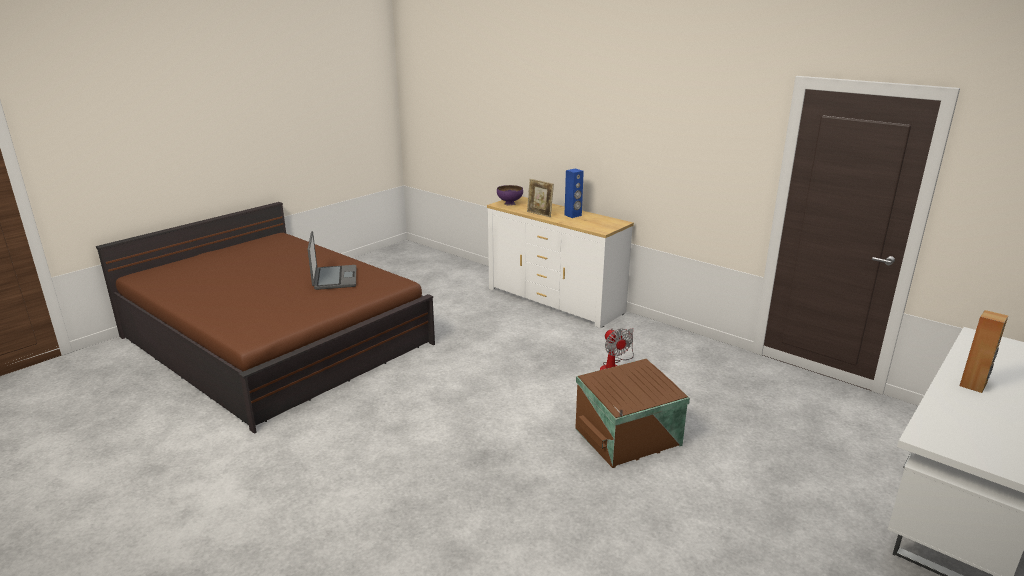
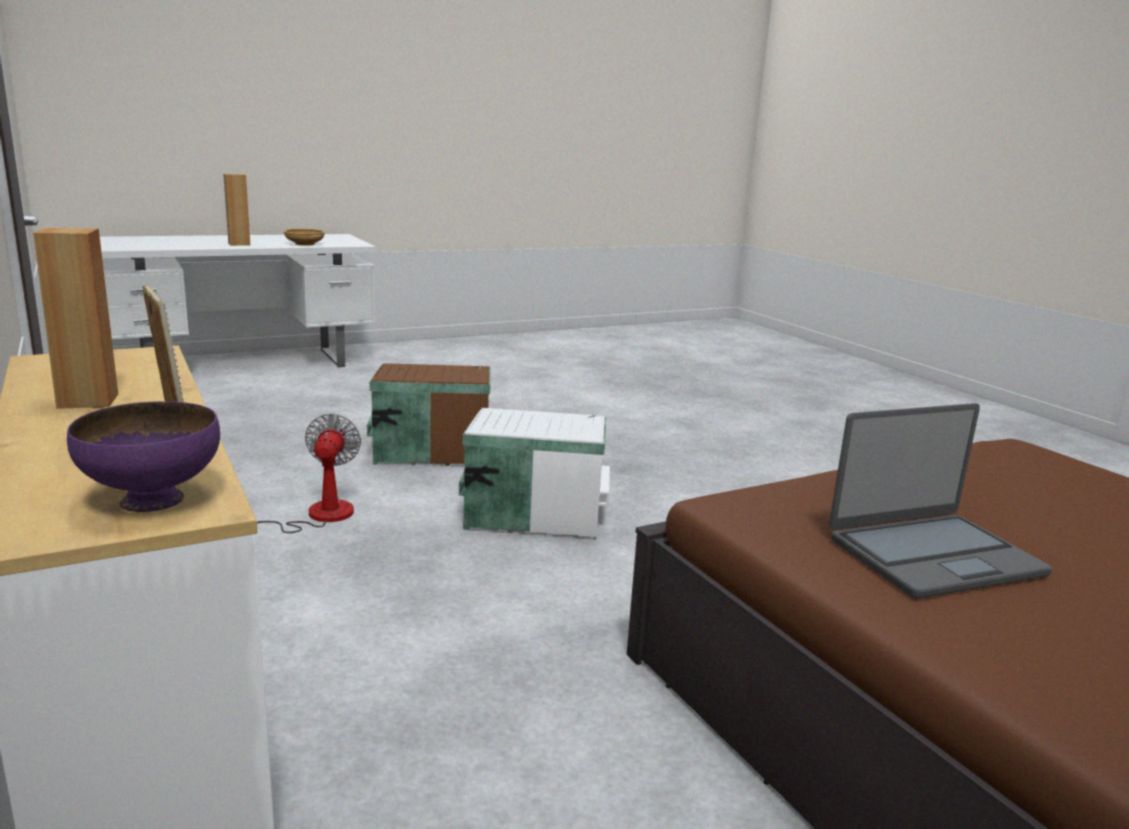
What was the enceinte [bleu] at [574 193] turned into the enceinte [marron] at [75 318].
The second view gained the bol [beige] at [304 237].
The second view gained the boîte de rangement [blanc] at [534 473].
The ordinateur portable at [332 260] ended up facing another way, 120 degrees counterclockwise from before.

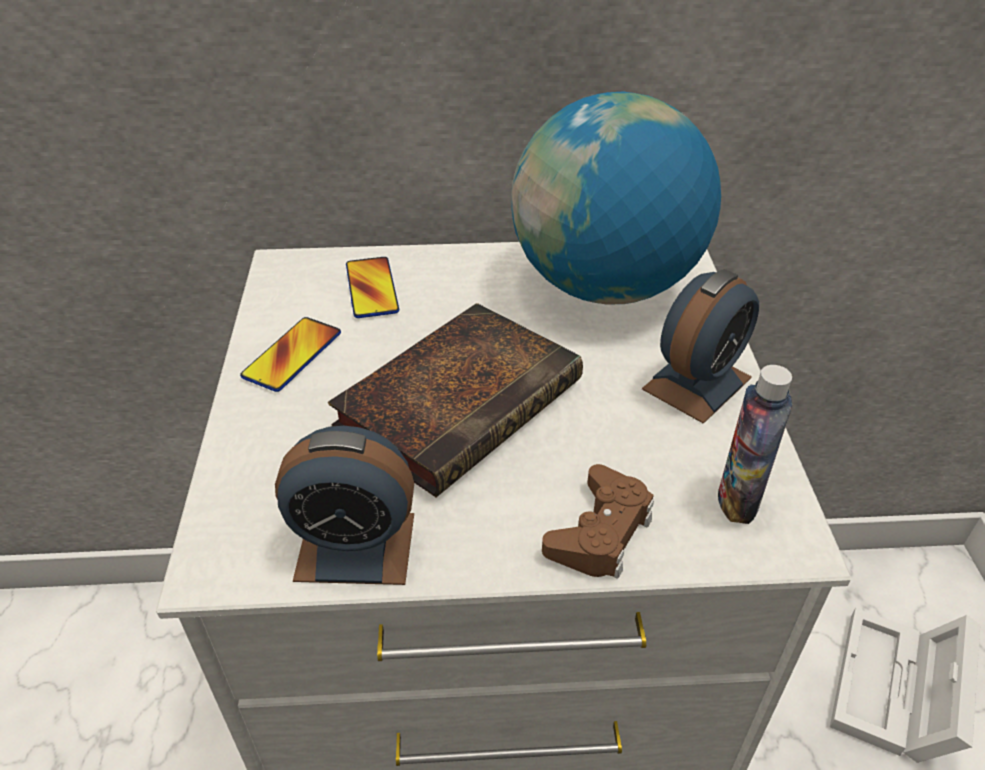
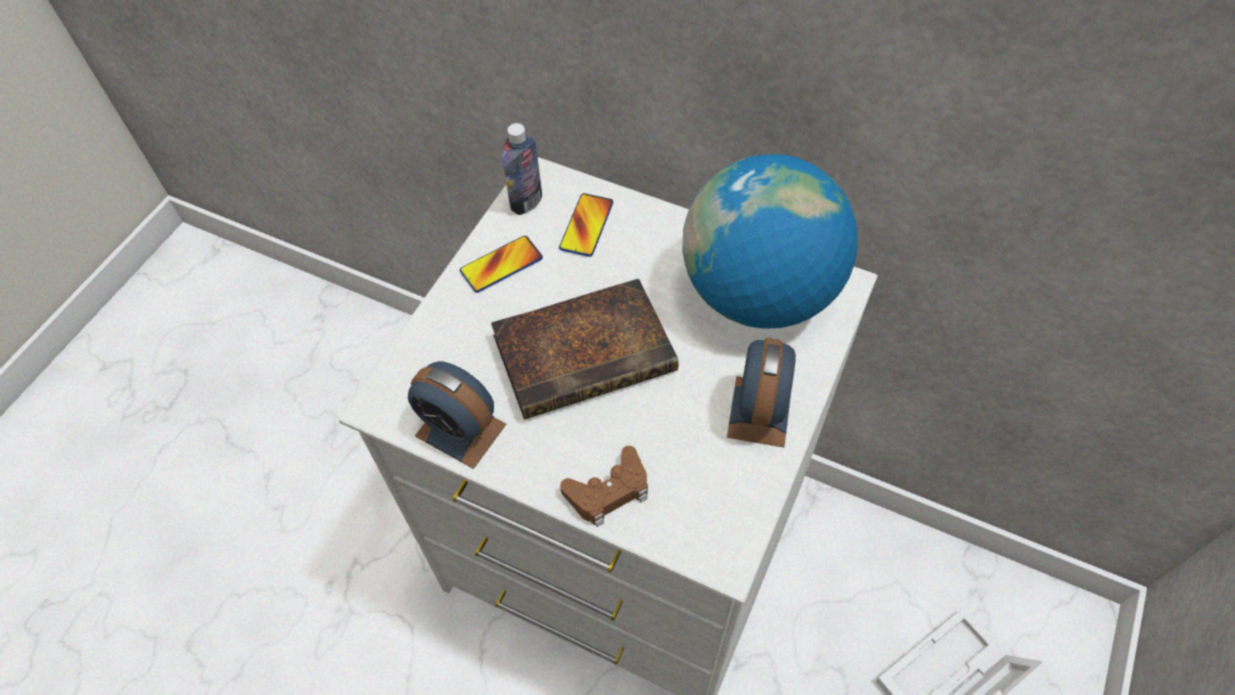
The bouteille ended up elsewhere, having gone from [755 444] to [522 169].
The réveil at [700 346] ended up facing another way, 60 degrees counterclockwise from before.

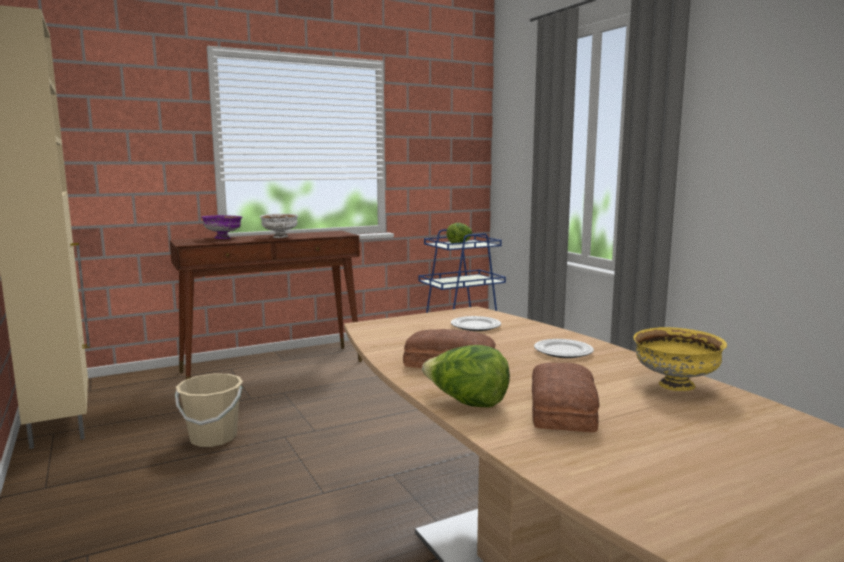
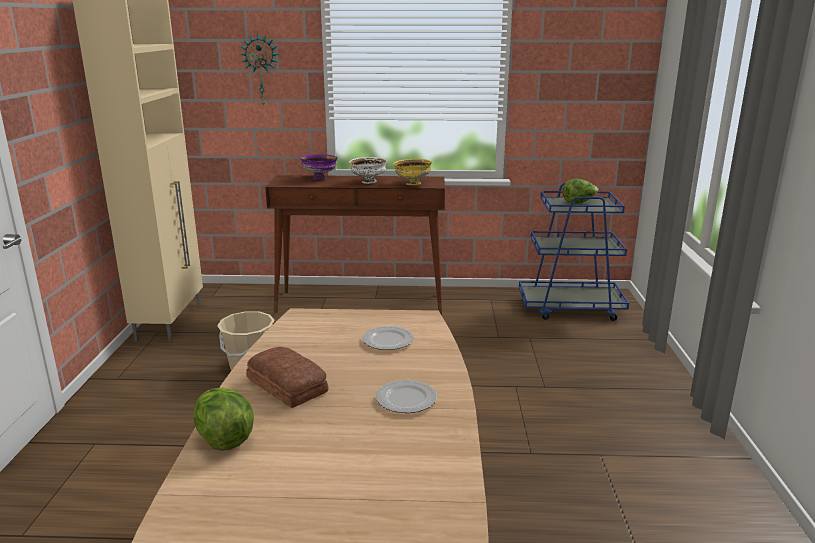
The second view gained the horloge murale at [259 70].
The bol [jaune] ended up elsewhere, having gone from [680 359] to [412 172].
The second view lost the pain at [566 397].

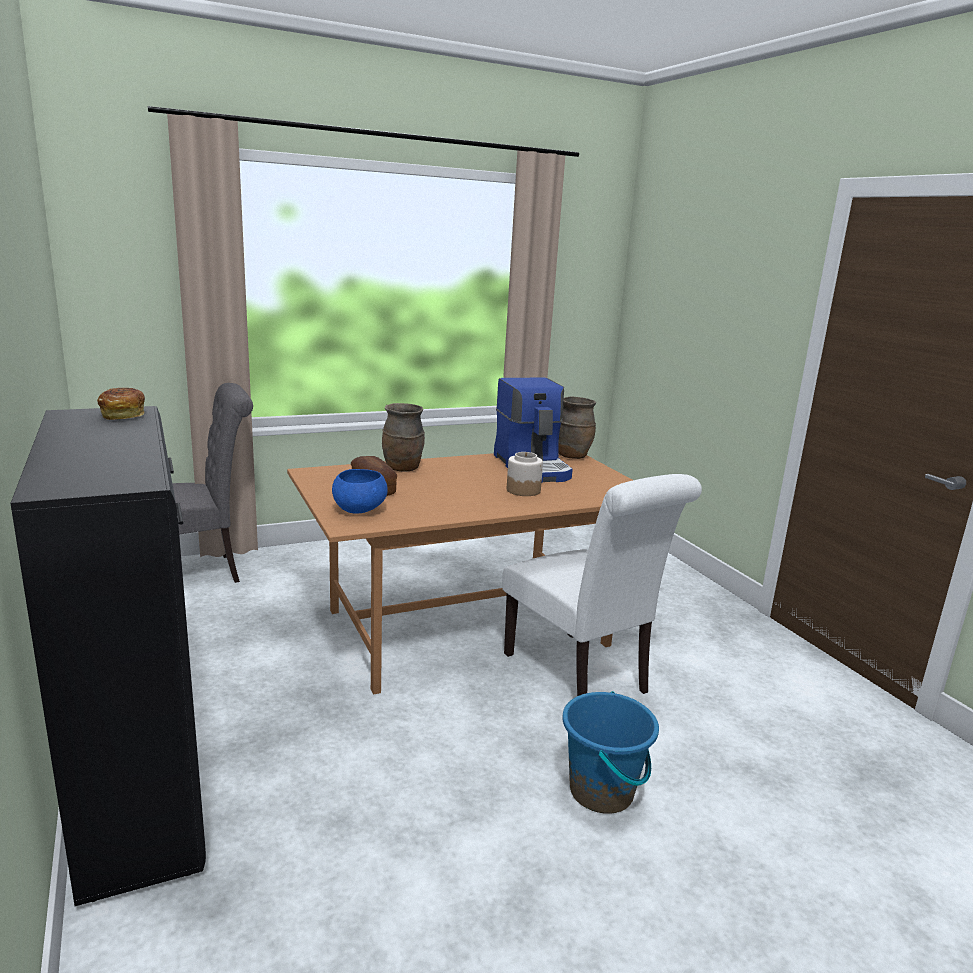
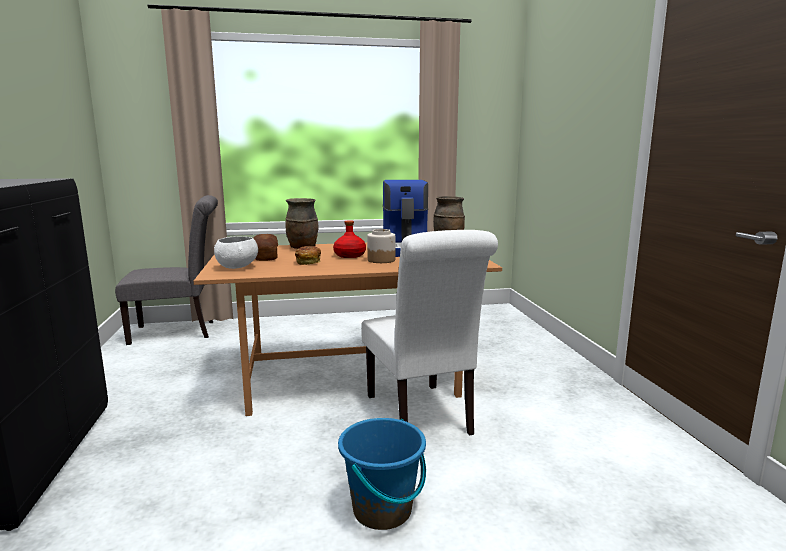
What was the bol [bleu] at [360 491] turned into the bol [blanc] at [236 252].
The pain ended up elsewhere, having gone from [121 404] to [308 255].
The second view gained the bouteille [rouge] at [349 239].

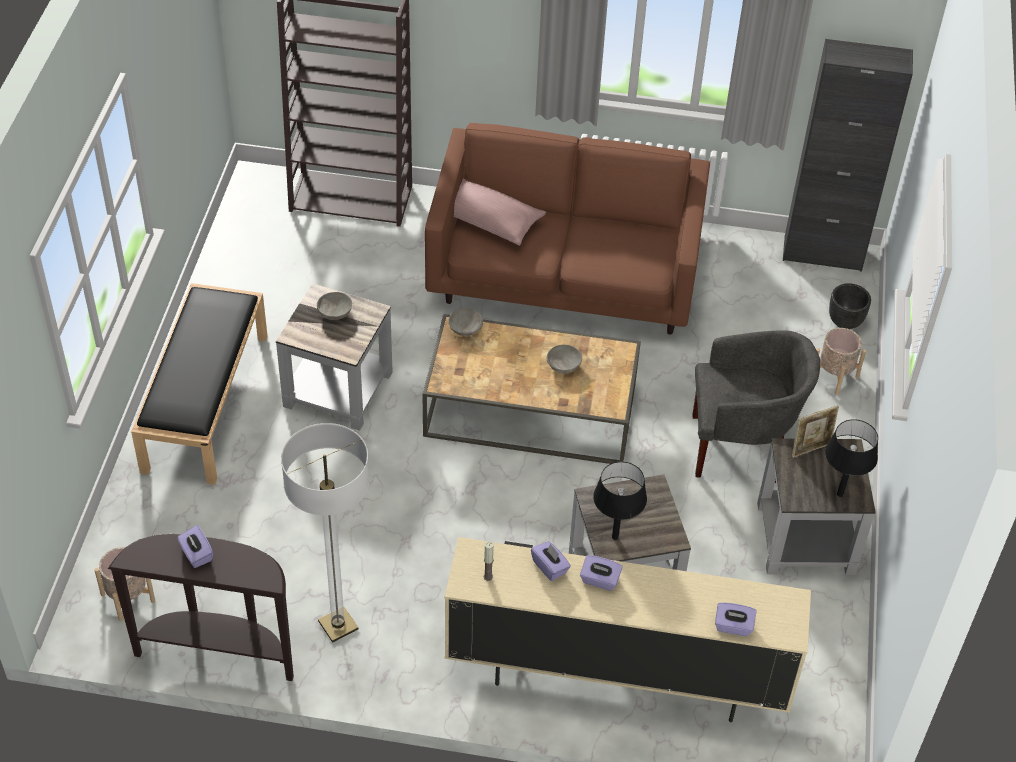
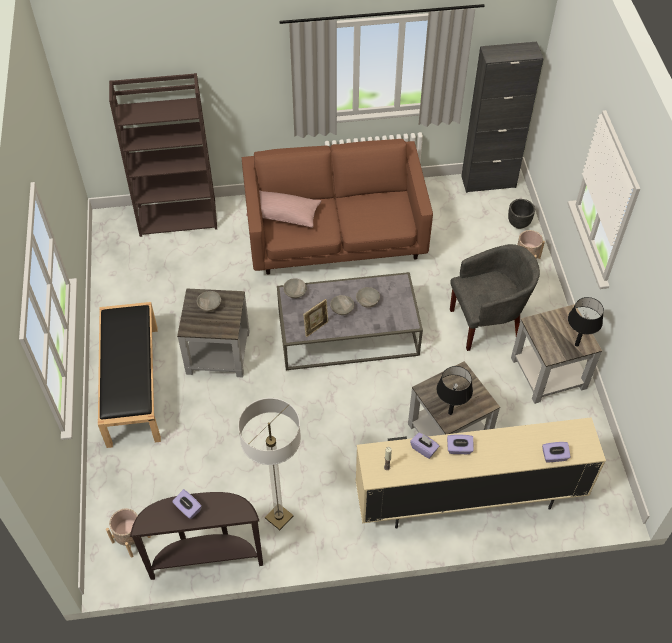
What was the table basse [marron] at [531 389] turned into the table basse [gris] at [350 321].
The cadre photo ended up elsewhere, having gone from [815 431] to [315 318].
The second view gained the bol [gris] at [342 305].

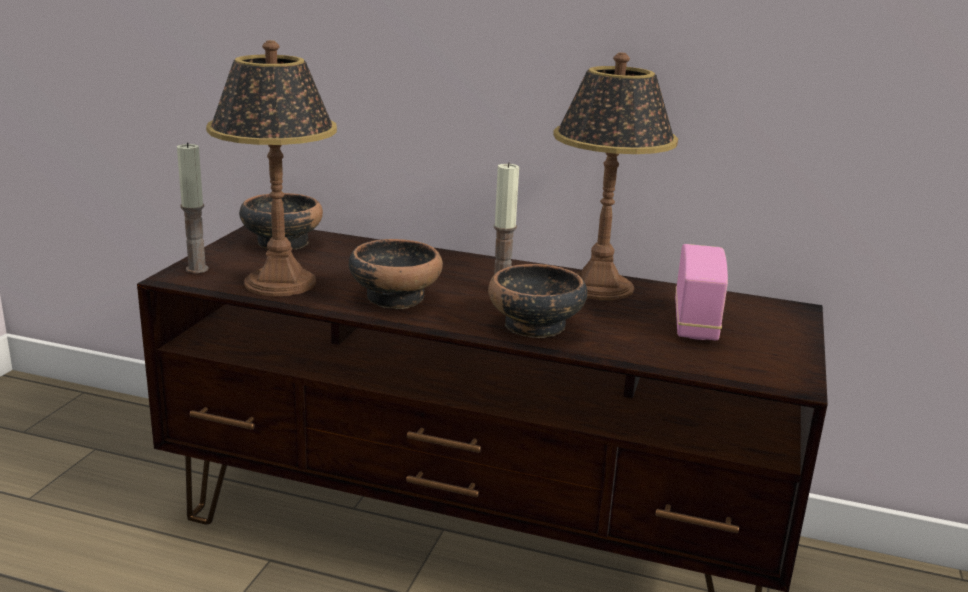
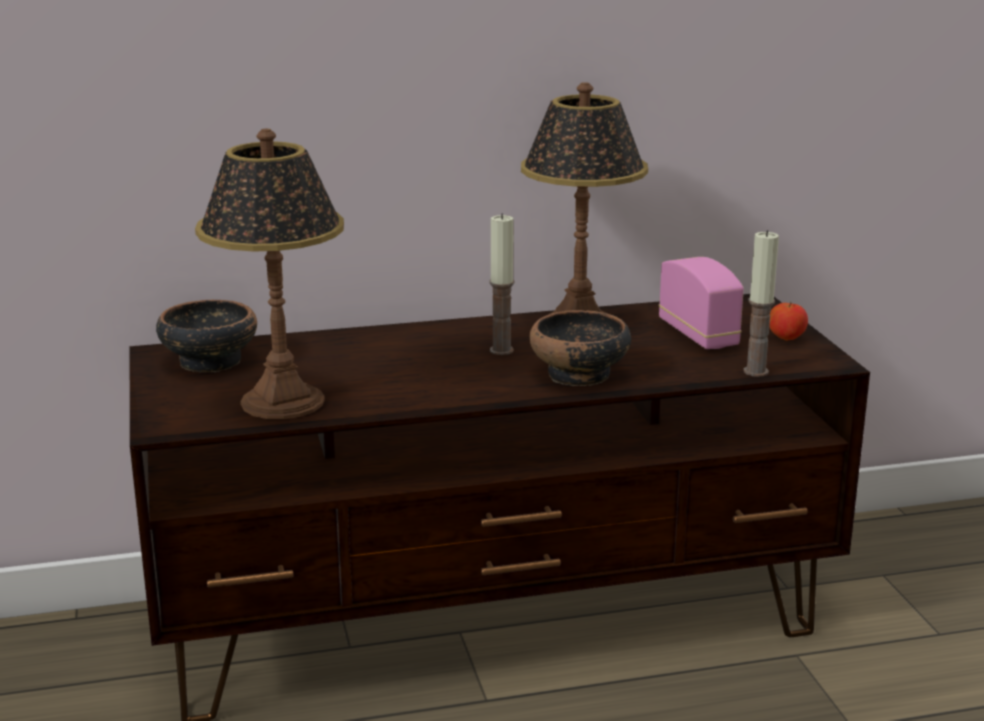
The bougie ended up elsewhere, having gone from [193 207] to [761 303].
The second view gained the pomme at [788 321].
The second view lost the bol at [396 274].

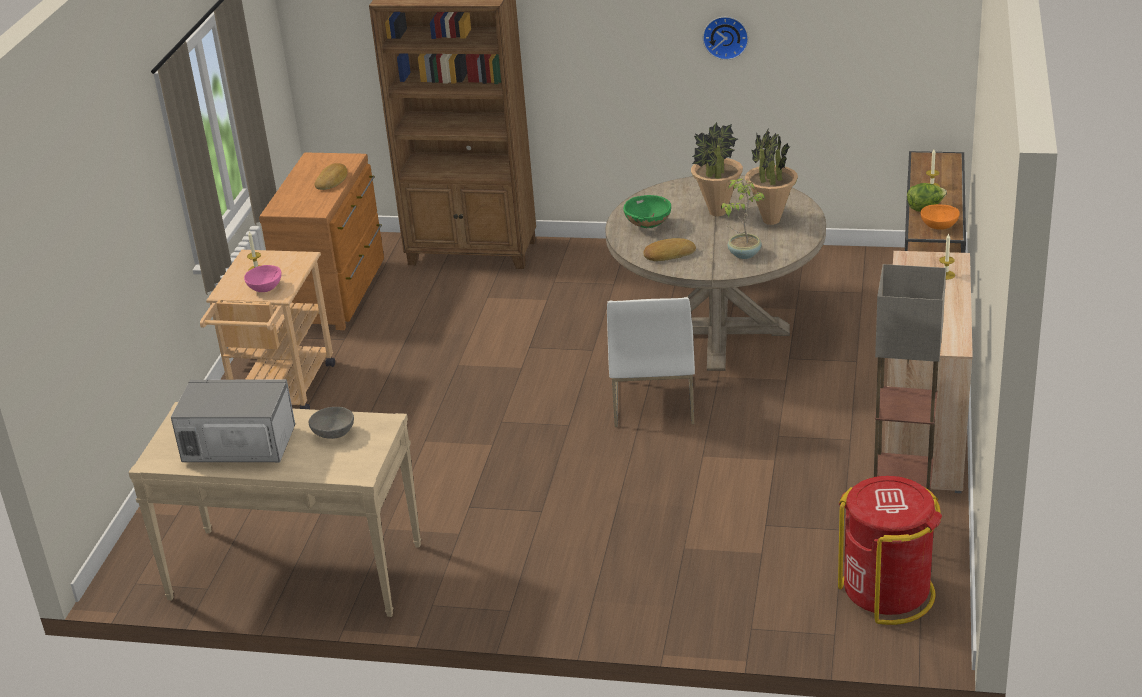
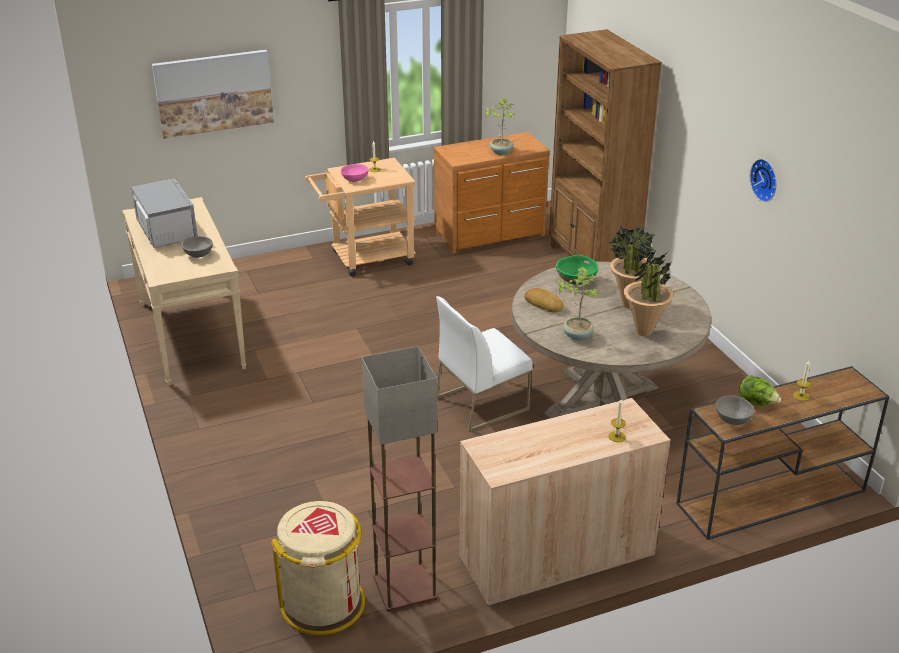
The second view gained the tableau at [213 94].
What was the poubelle [rouge] at [890 550] turned into the poubelle [beige] at [318 568].
Where the pain stood at [331 176], the plante en pot came to stand at [499 126].
What was the bol [orange] at [940 217] turned into the bol [gris] at [735 410].

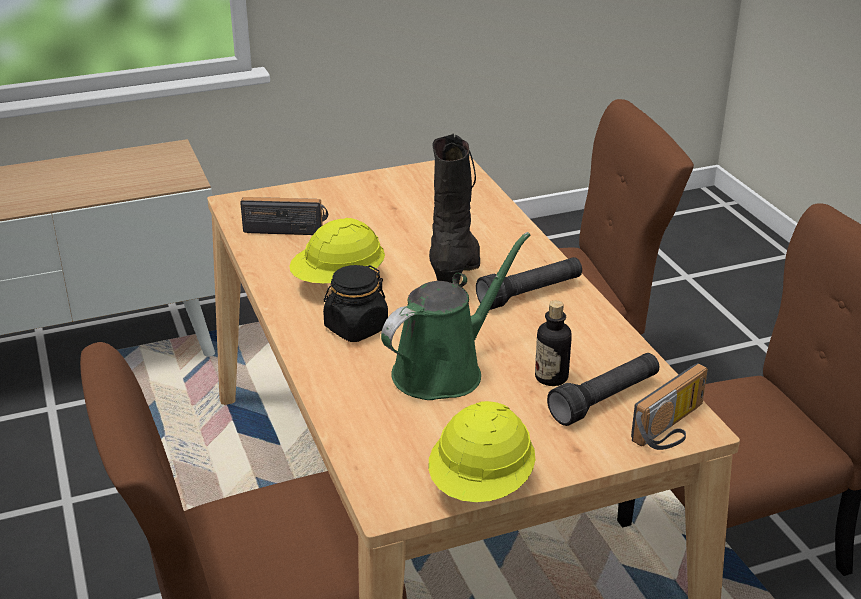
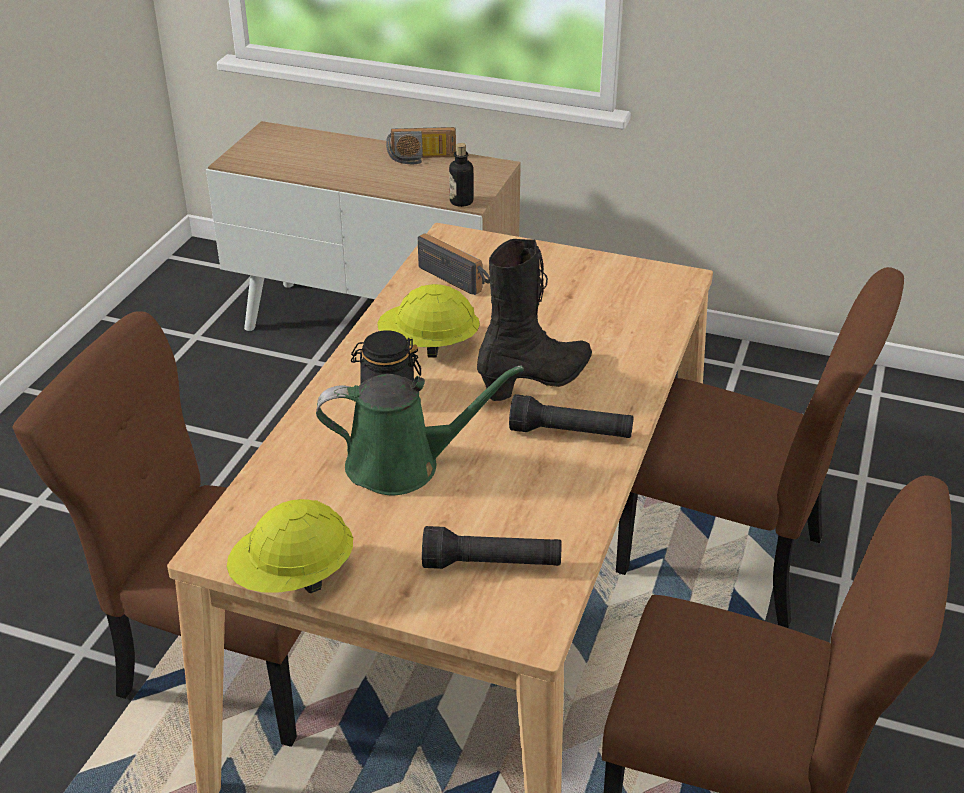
The radio ended up elsewhere, having gone from [669 406] to [421 145].
The bouteille ended up elsewhere, having gone from [553 343] to [461 175].

